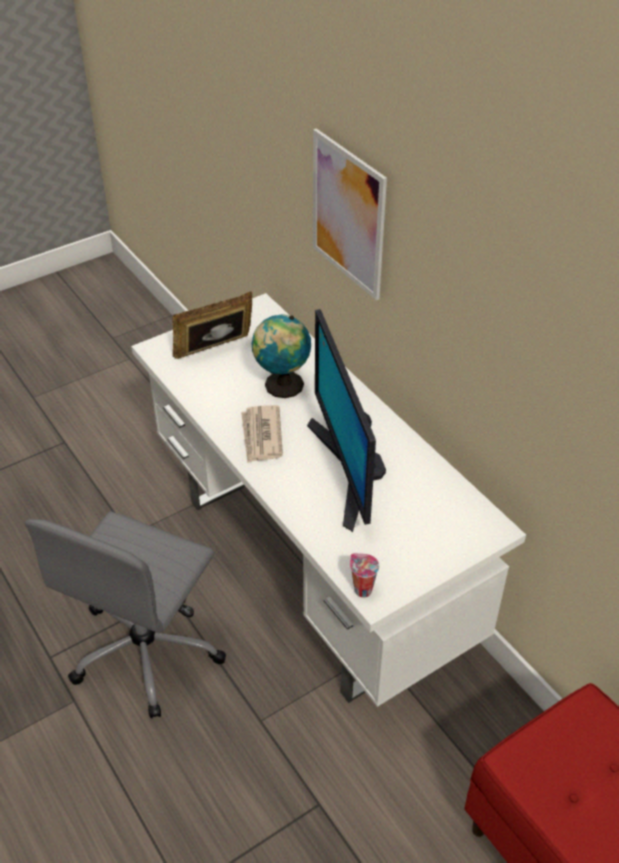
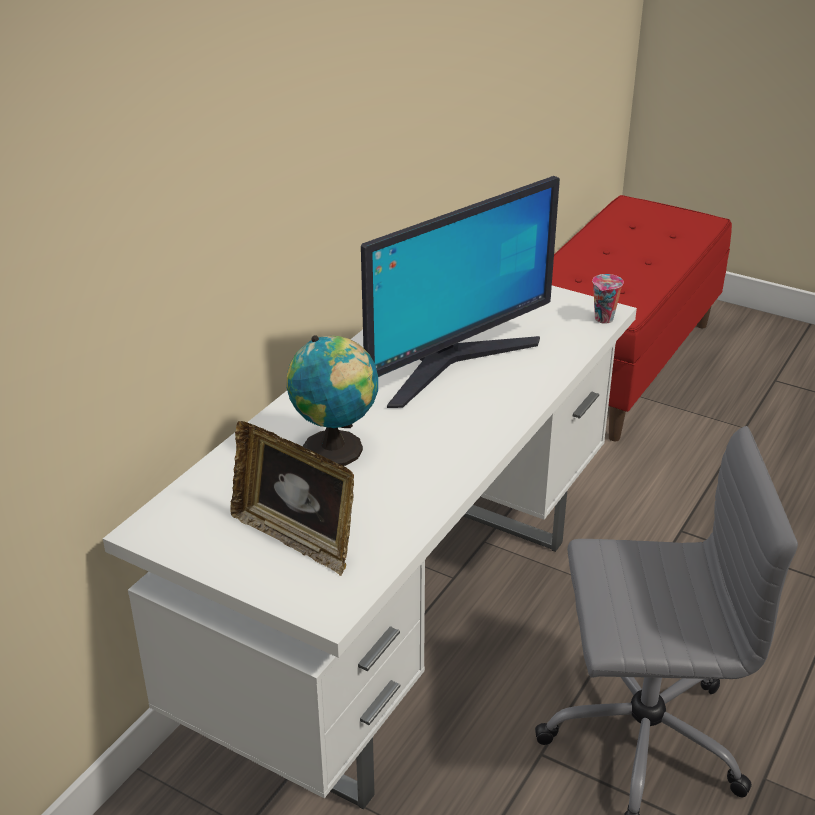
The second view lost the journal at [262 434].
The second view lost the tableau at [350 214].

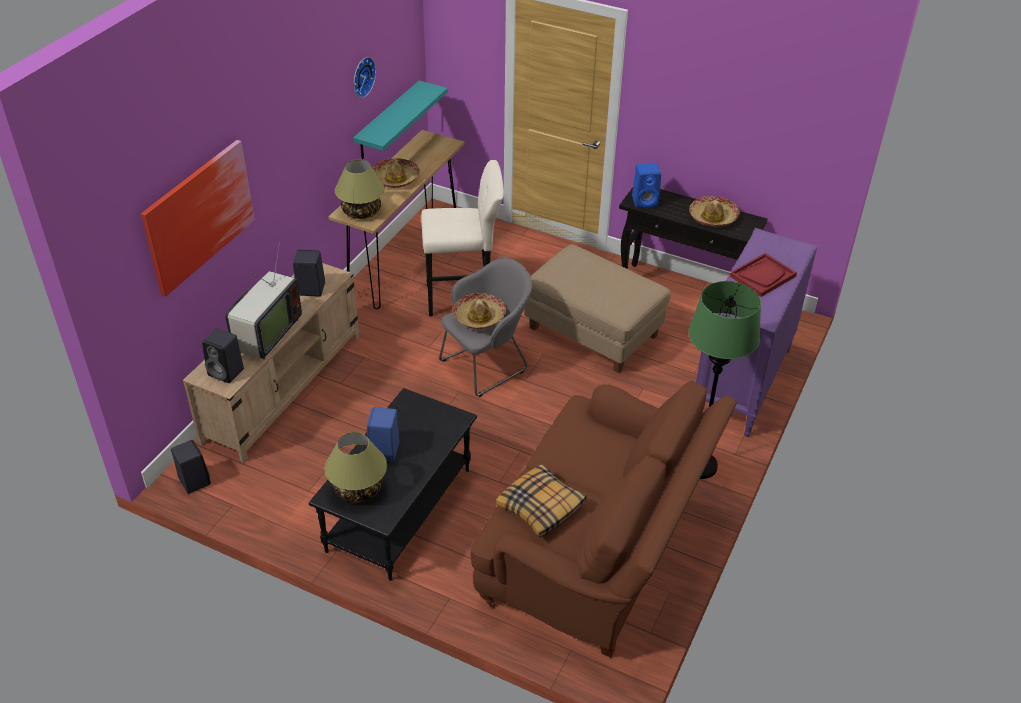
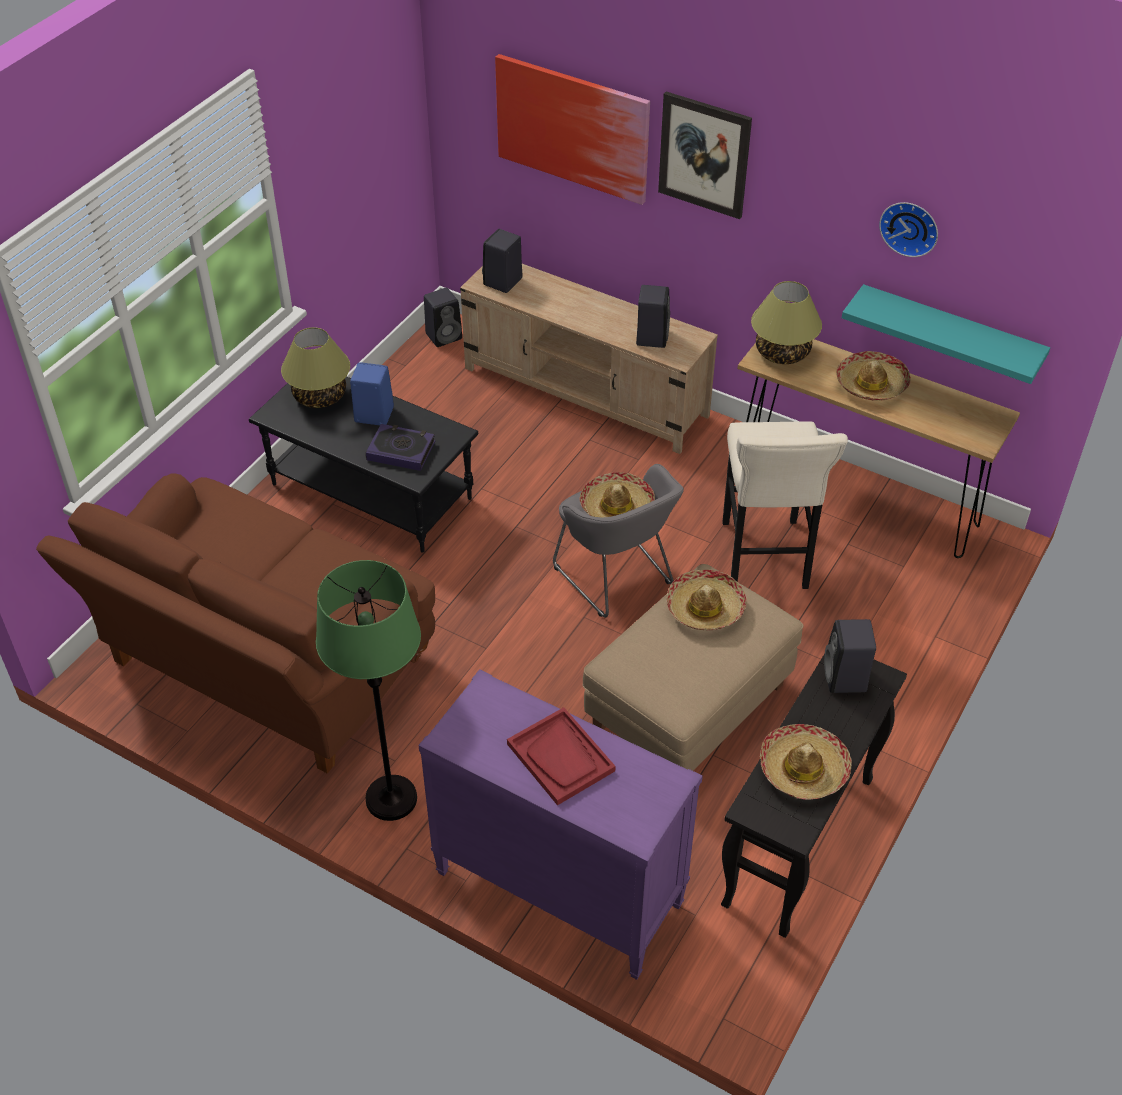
The second view gained the livre at [400 447].
The second view gained the tableau at [705 155].
The second view gained the chapeau at [707 600].
What was the enceinte [bleu] at [646 185] turned into the enceinte [noir] at [850 656].
The second view lost the téléviseur at [263 300].
The second view lost the coussin at [541 500].

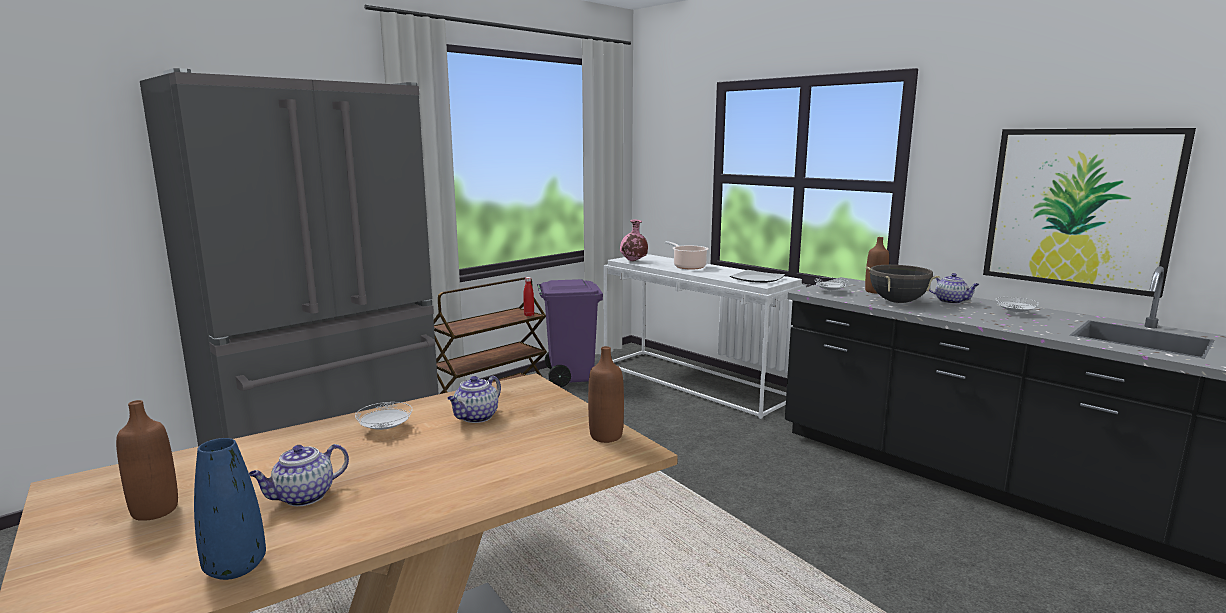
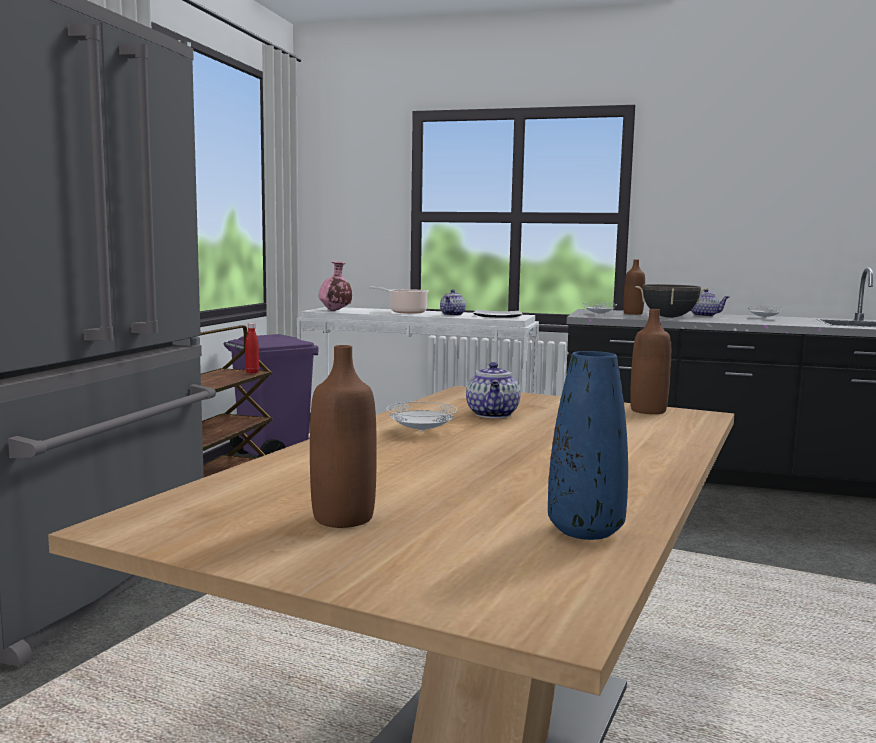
The théière ended up elsewhere, having gone from [299 475] to [453 303].
The second view lost the tableau at [1089 213].

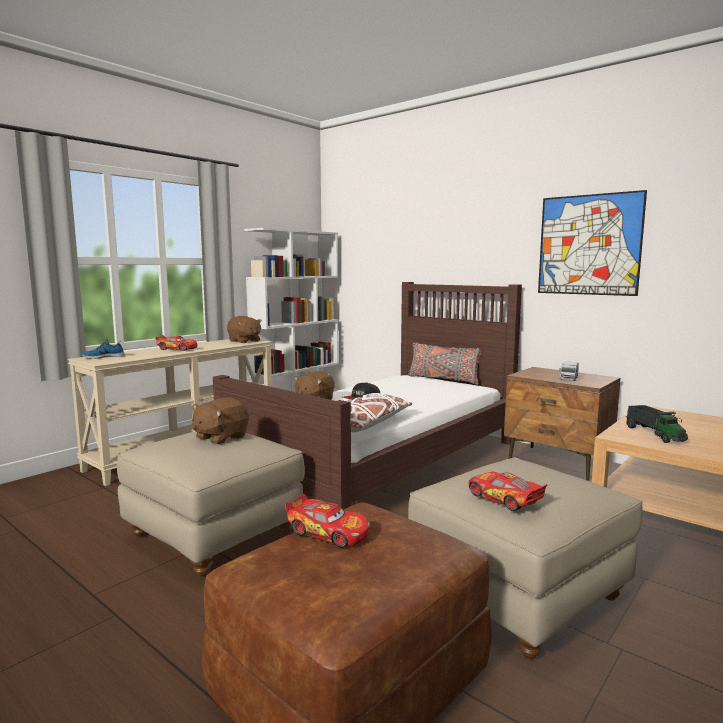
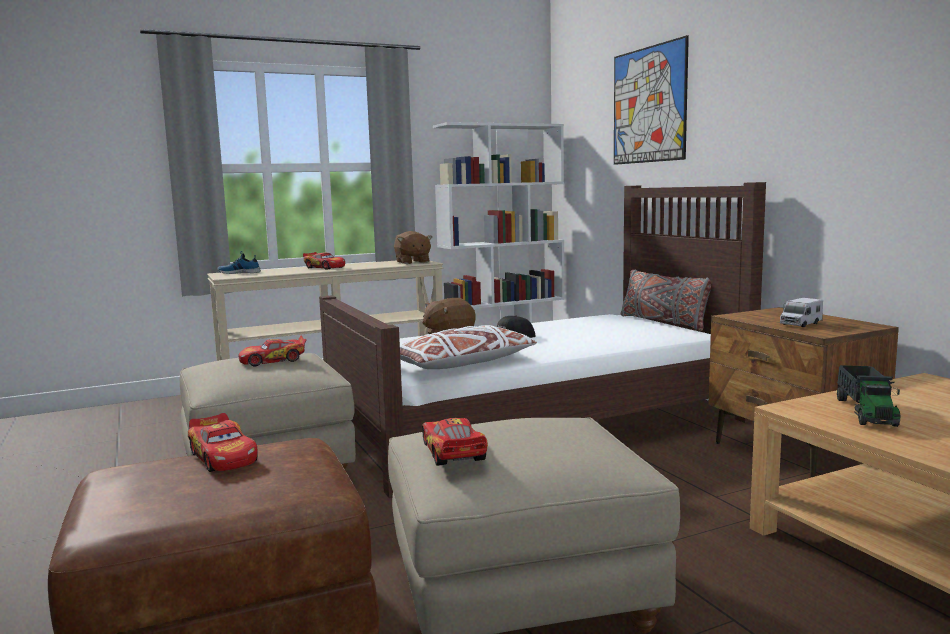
Where the peluche [marron] stood at [220 421], the petite voiture came to stand at [272 351].
The tableau ended up elsewhere, having gone from [592 243] to [651 100].

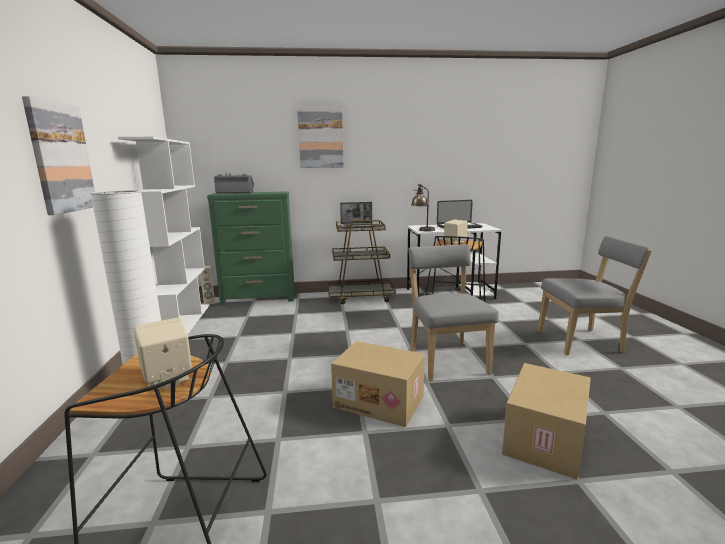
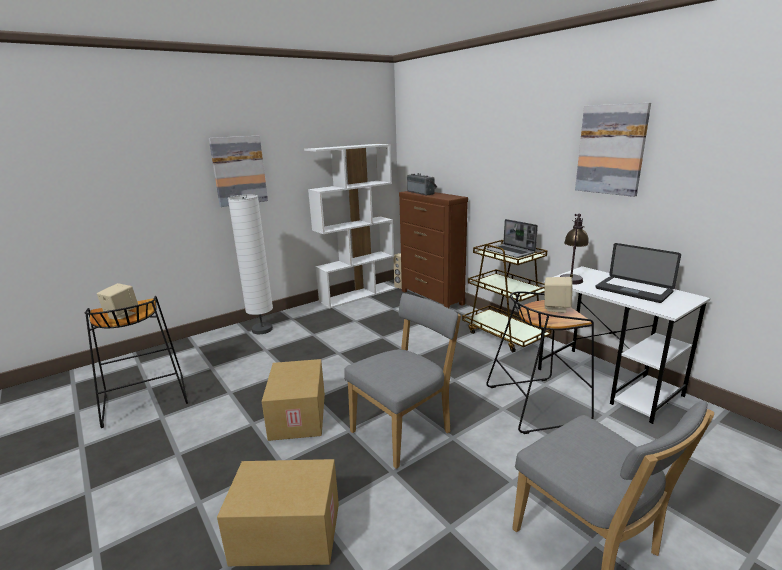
What was the commode [vert] at [251 248] turned into the commode [marron] at [433 250].
The tableau ended up elsewhere, having gone from [320 137] to [613 150].

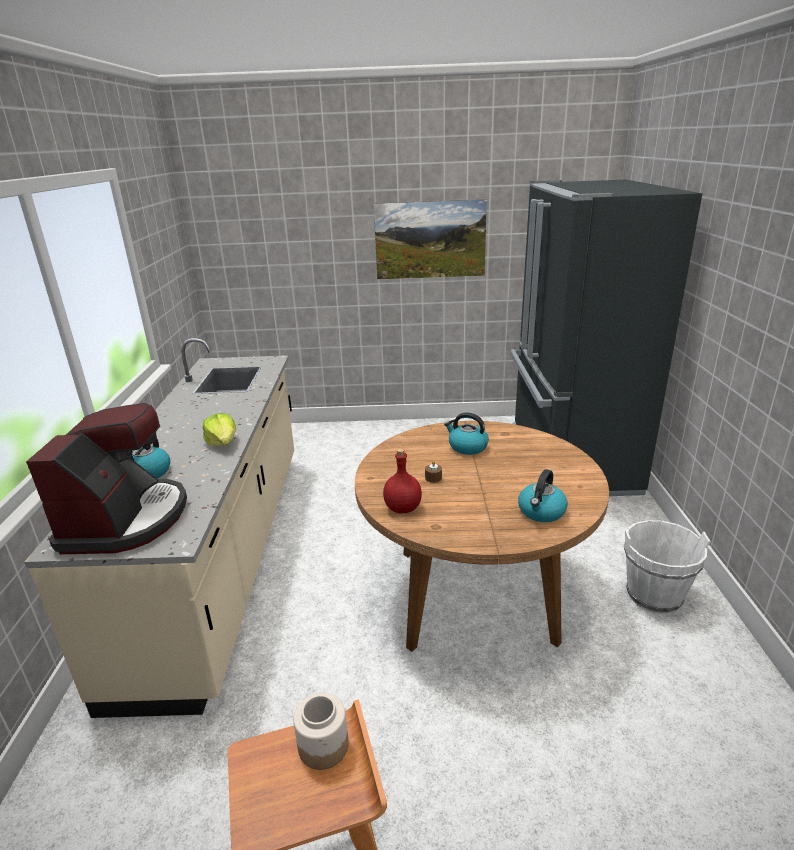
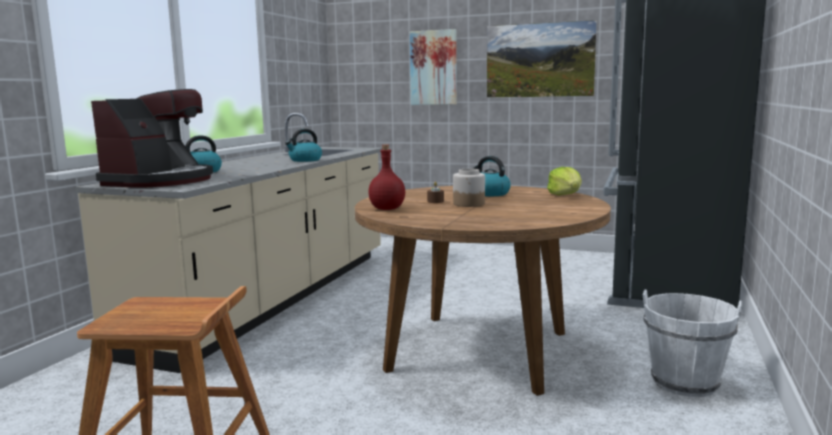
The bouilloire ended up elsewhere, having gone from [543 495] to [303 145].
The second view gained the tableau at [433 67].
The bocal ended up elsewhere, having gone from [321 731] to [469 188].
The laitue ended up elsewhere, having gone from [219 429] to [564 181].

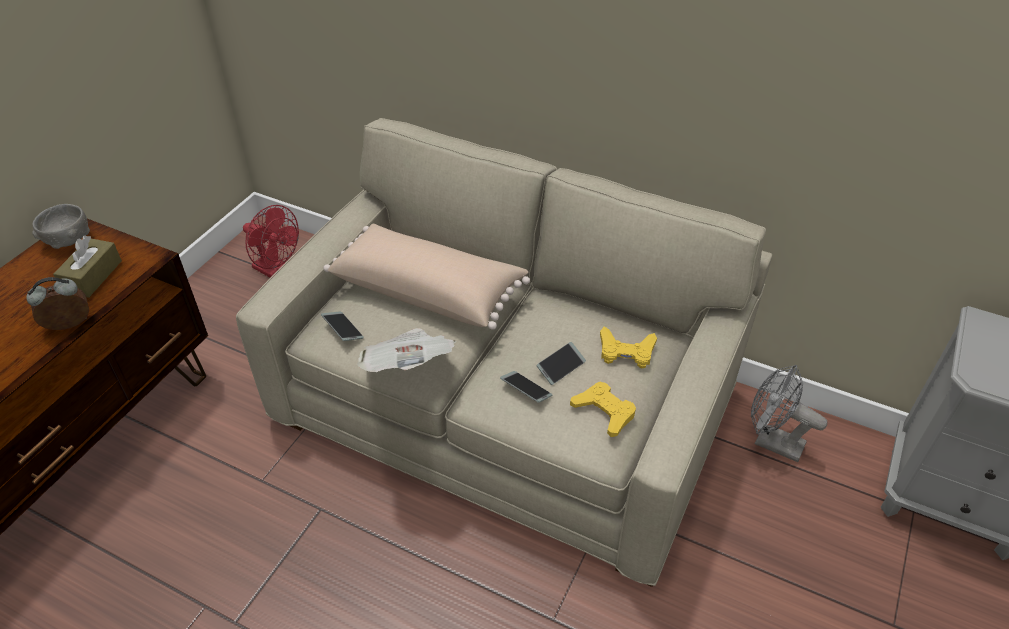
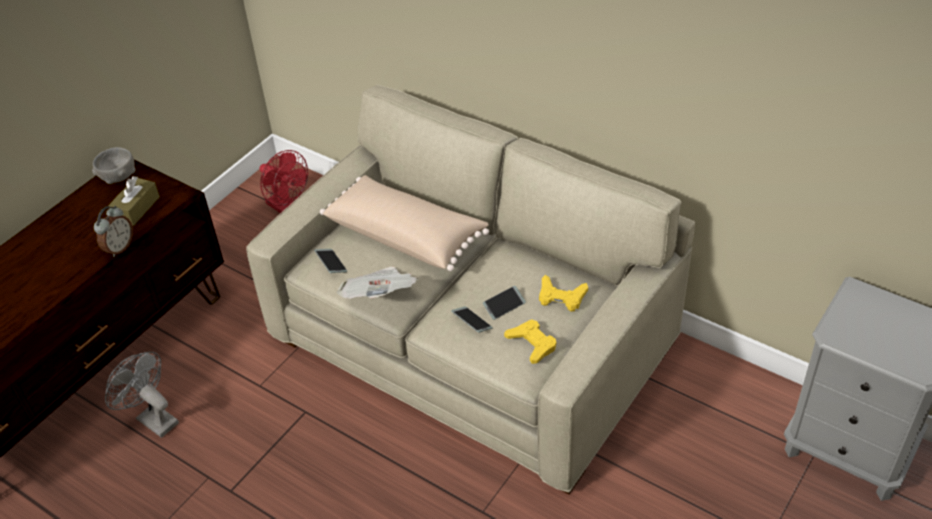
The réveil at [57 303] ended up facing another way, 135 degrees clockwise from before.
The ventilateur [gris] ended up elsewhere, having gone from [789 413] to [142 395].

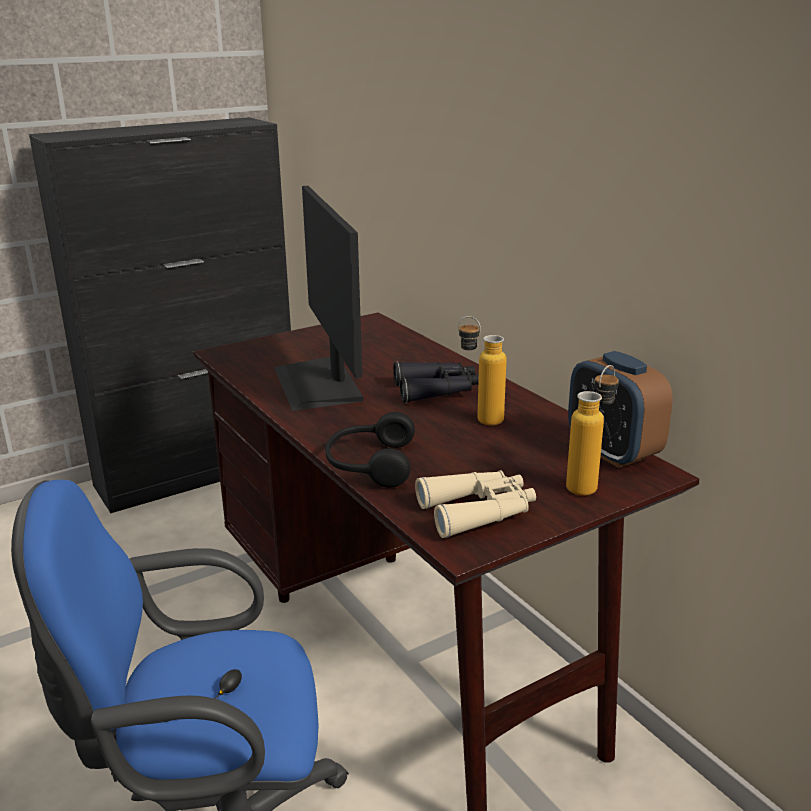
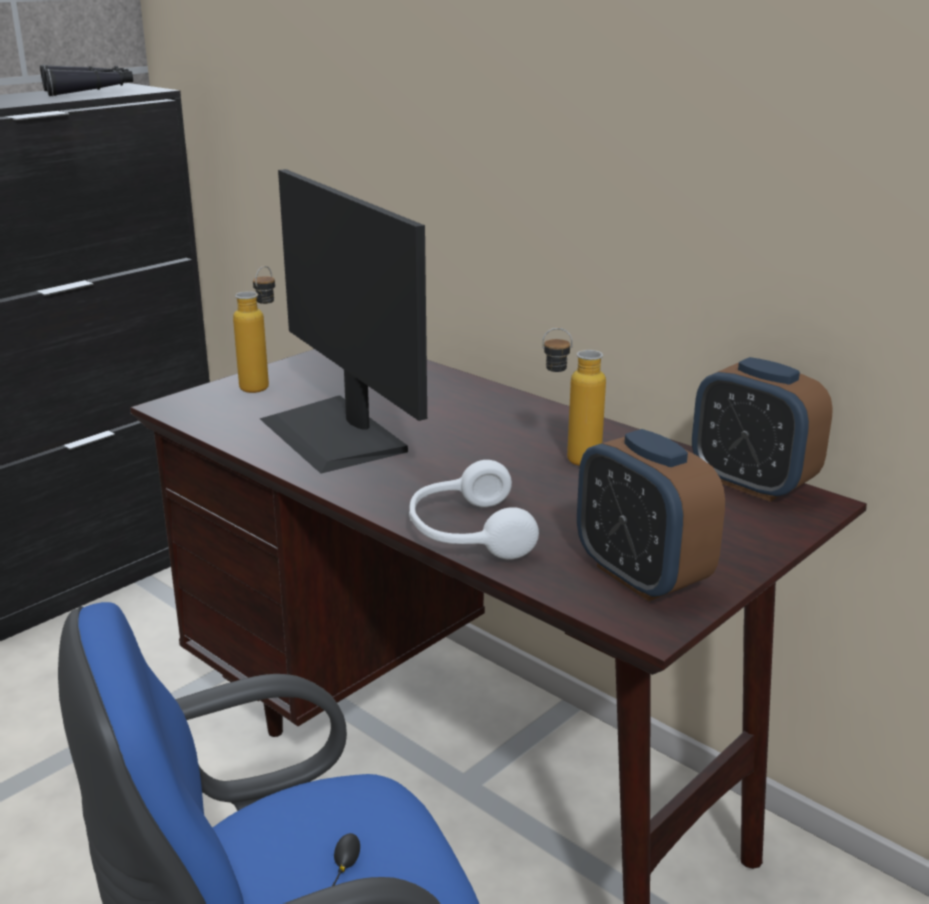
The jumelles [noir] ended up elsewhere, having gone from [436 382] to [86 81].
The bouteille ended up elsewhere, having gone from [592 430] to [254 329].
What was the casque audio [noir] at [370 450] turned into the casque audio [blanc] at [474 509].
Where the jumelles [beige] stood at [475 504], the réveil came to stand at [651 515].

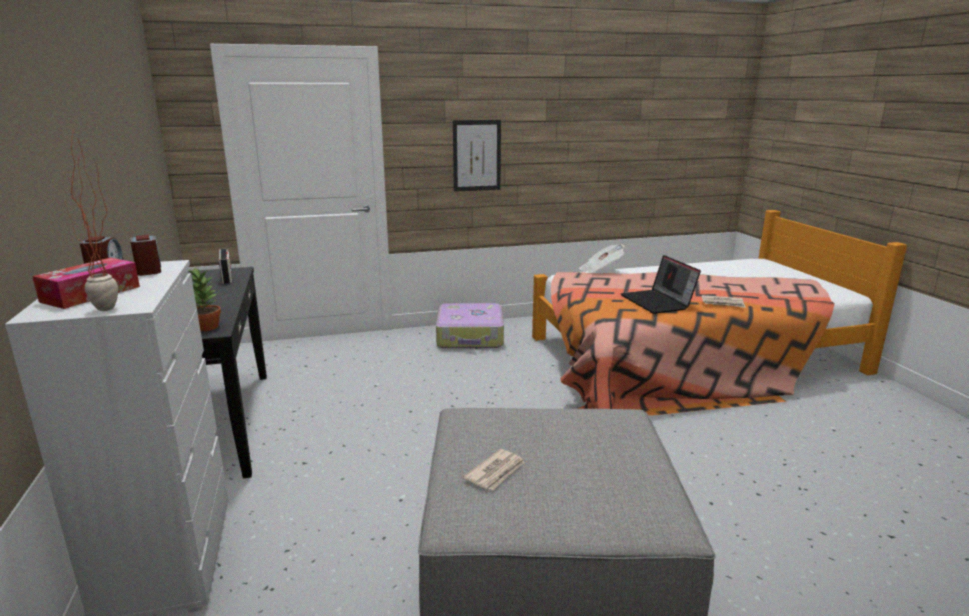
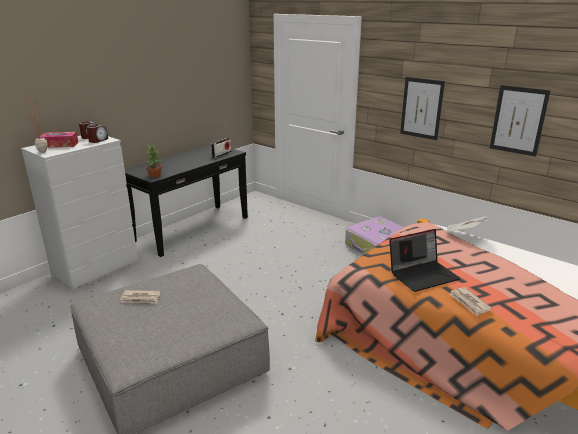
The ordinateur portable at [661 284] ended up facing another way, 150 degrees counterclockwise from before.
The second view gained the tableau at [520 121].

